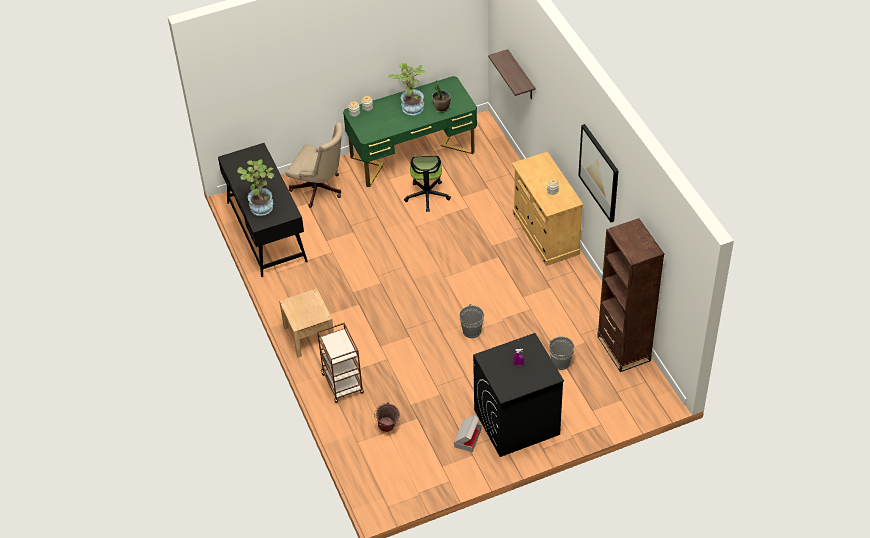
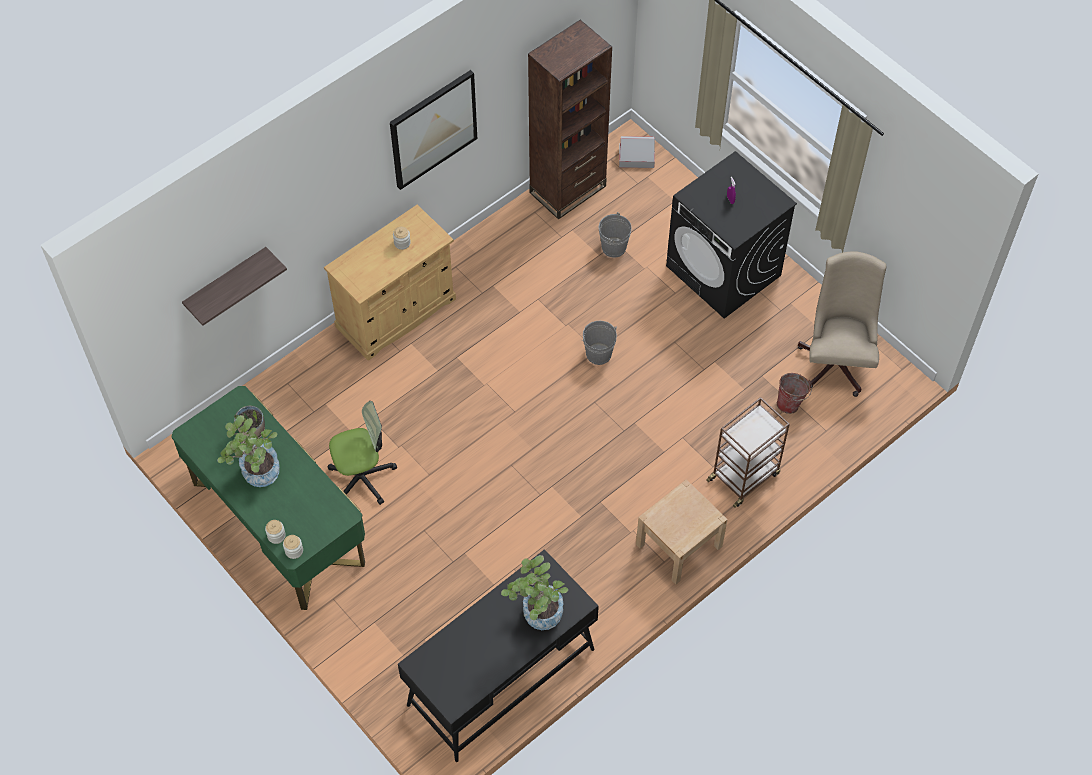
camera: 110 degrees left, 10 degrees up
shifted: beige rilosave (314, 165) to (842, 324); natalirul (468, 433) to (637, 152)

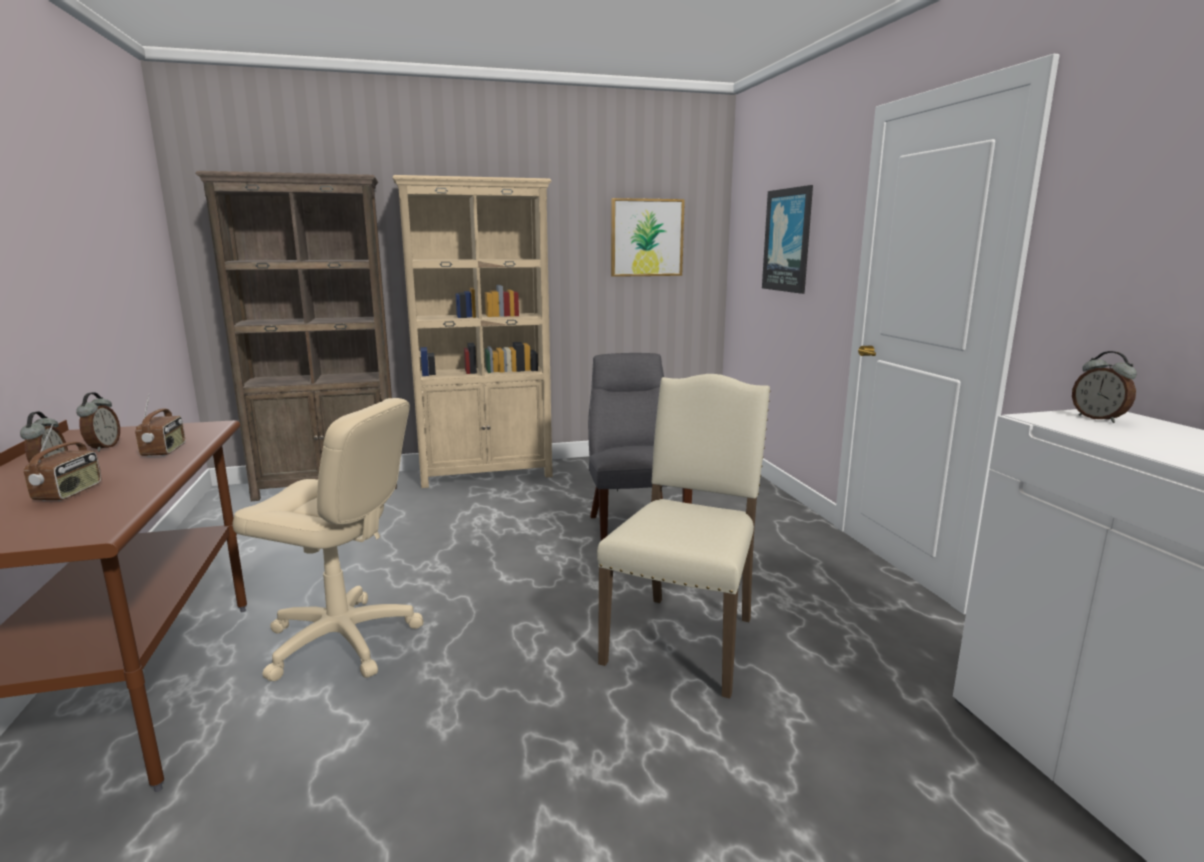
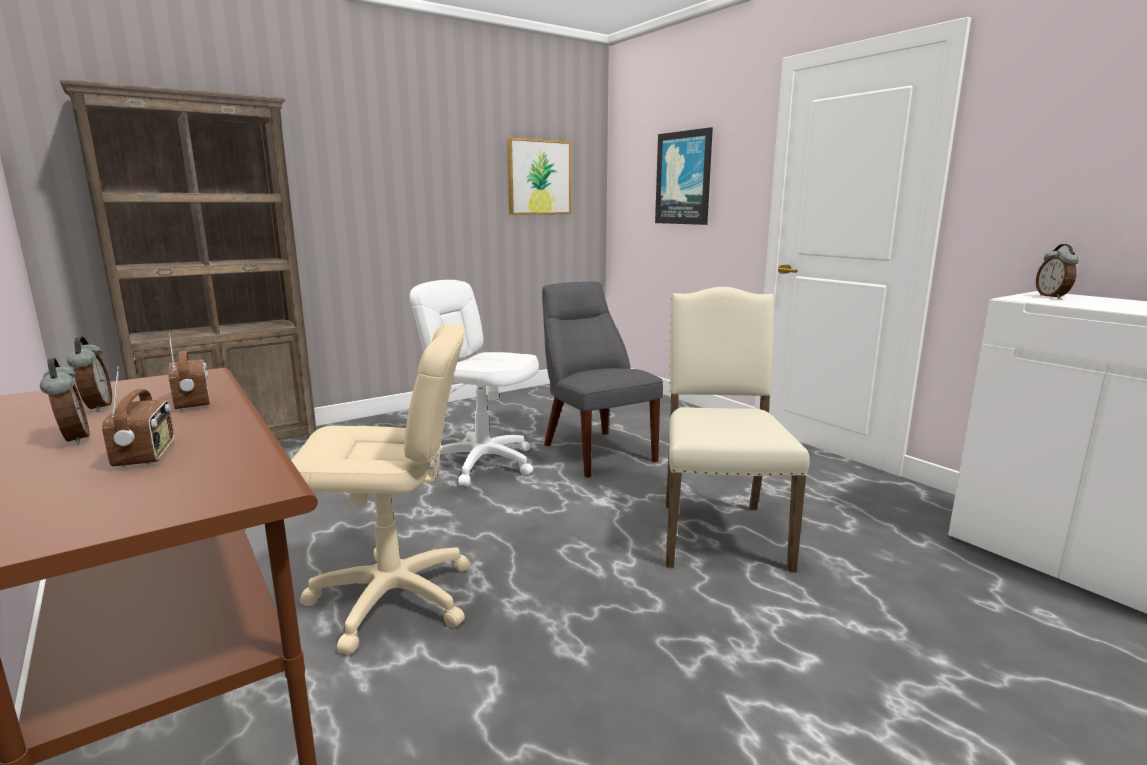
camera: 20 degrees left, 0 degrees up
gone: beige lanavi (473, 331)
new: white rilosave (474, 383)
rotated: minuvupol (1104, 387) = (1057, 271) 45 degrees clockwise

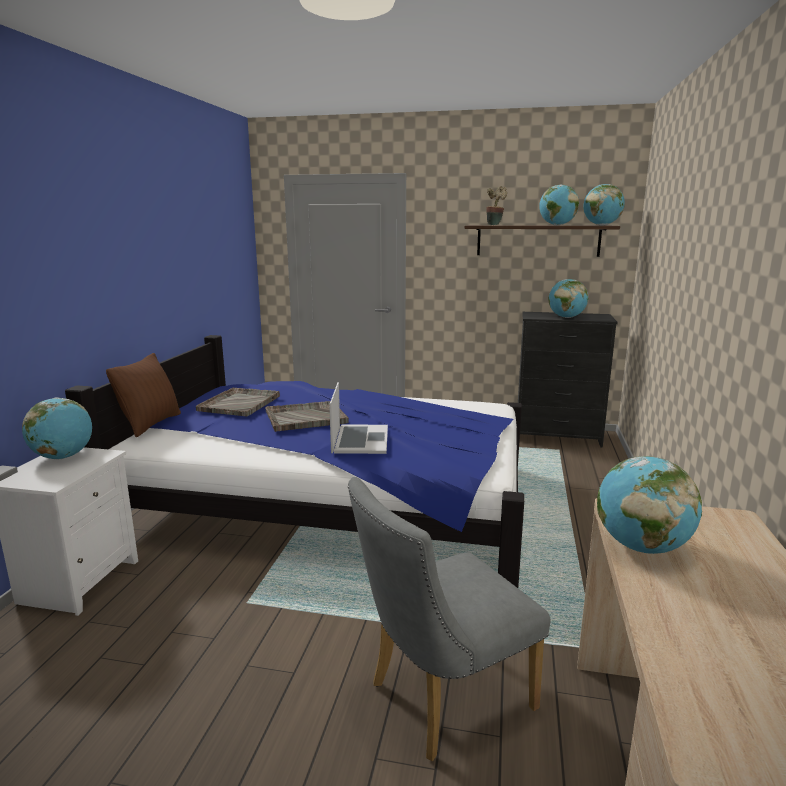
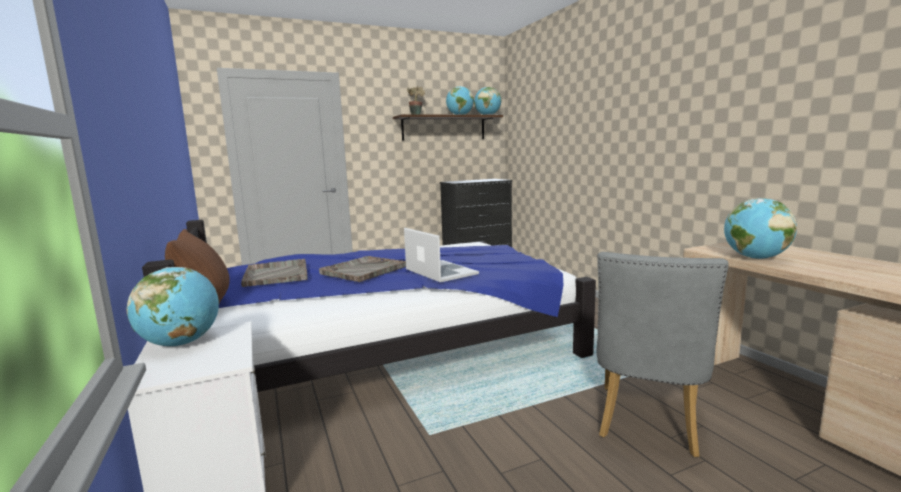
camera: 35 degrees left, 5 degrees down
gone: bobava (568, 298)

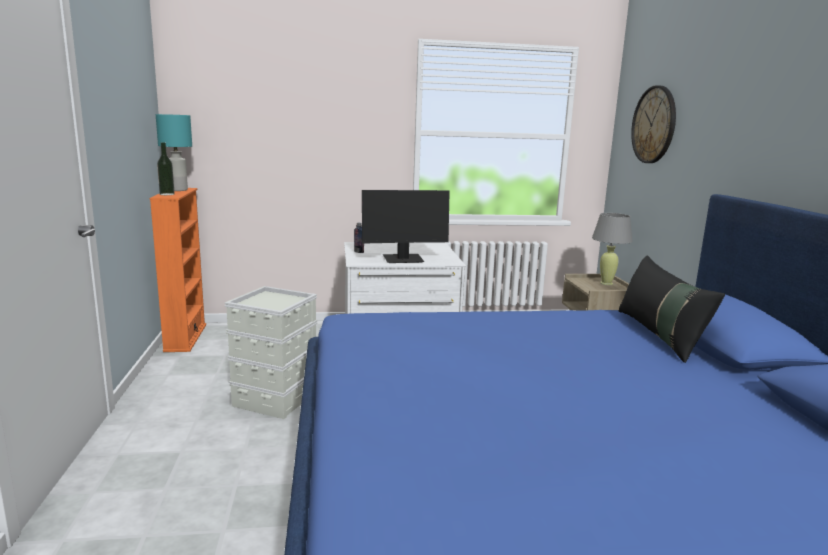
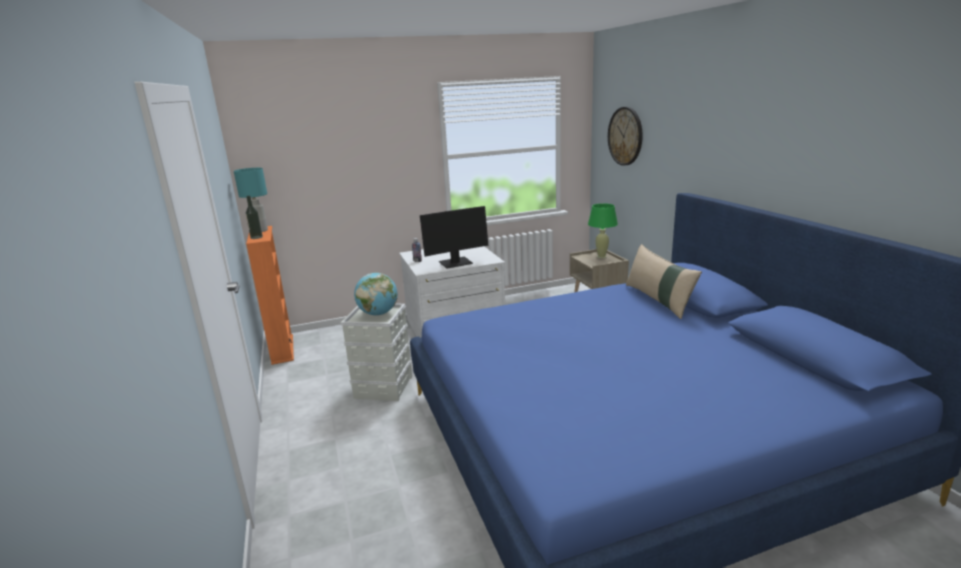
camera: 10 degrees left, 5 degrees up
new: bobava (376, 294)
repainted: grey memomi (612, 249) to green memomi (603, 230); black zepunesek (672, 309) to beige zepunesek (664, 281)

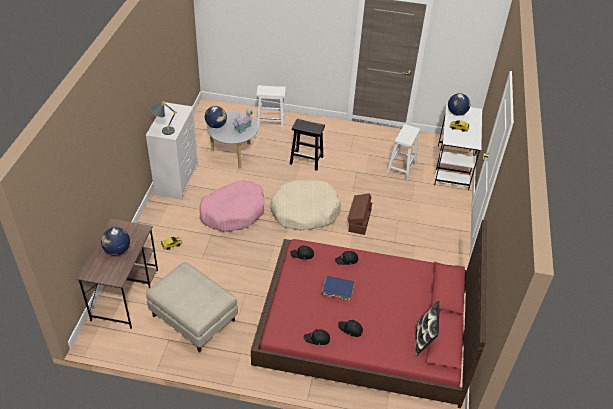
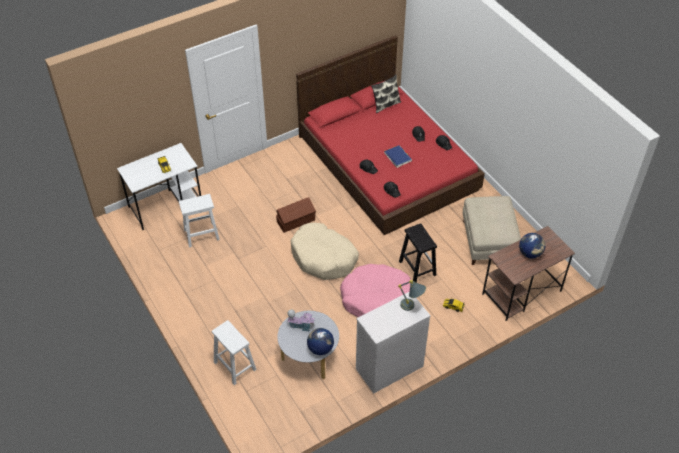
camera: 130 degrees left, 5 degrees up
gone: bobava (459, 104)
shifted: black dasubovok (307, 145) to (418, 253)

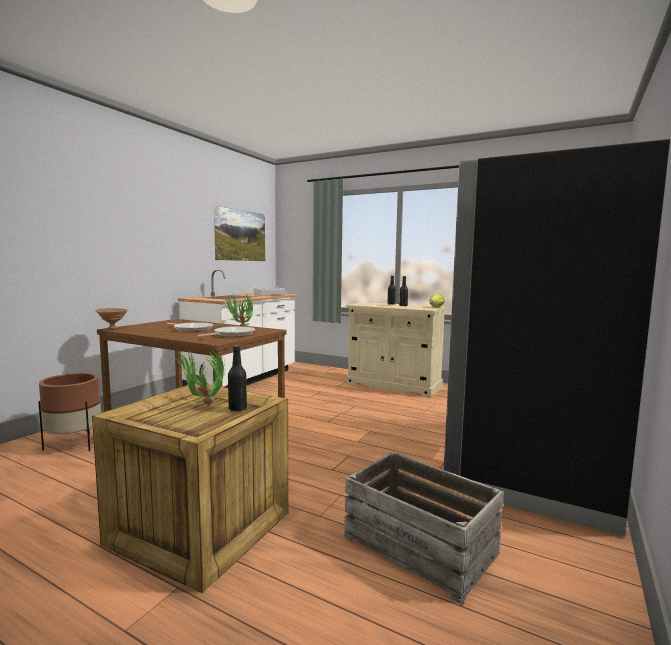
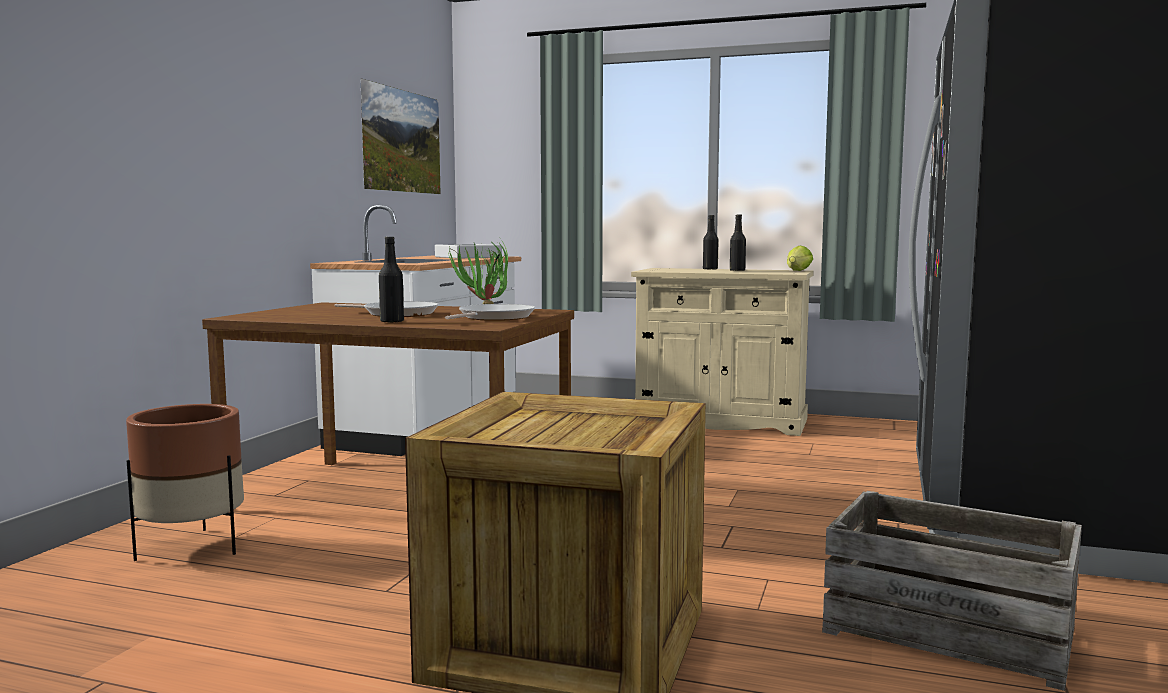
camera: 10 degrees left, 0 degrees up
gone: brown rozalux (112, 318); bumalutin (200, 376)
shifted: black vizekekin (237, 378) to (391, 280)

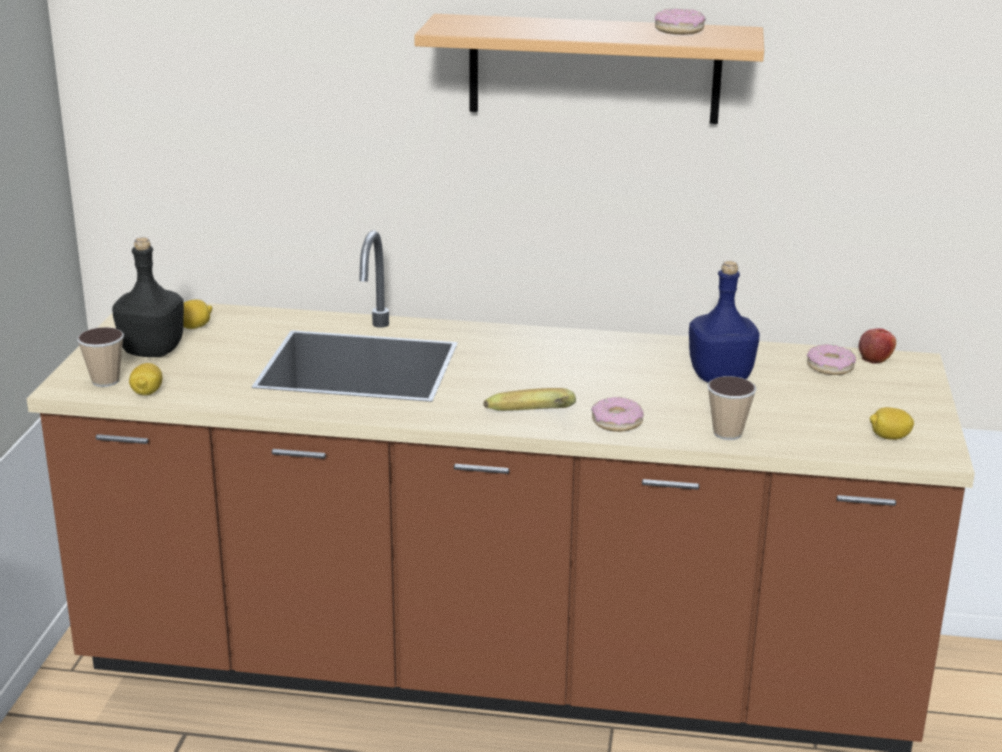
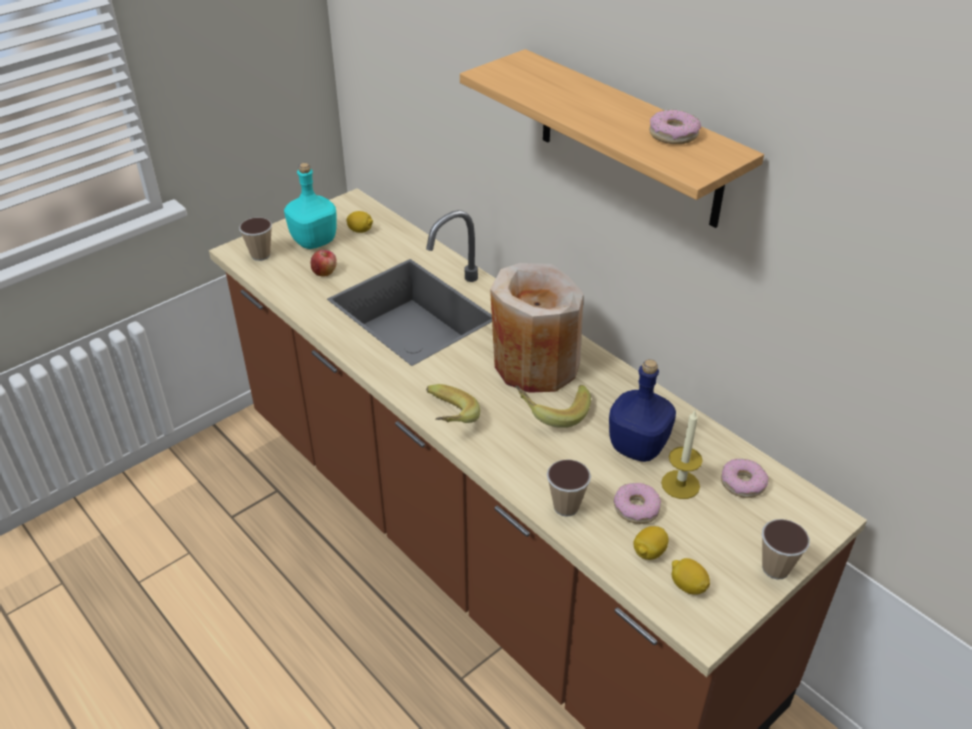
camera: 40 degrees right, 15 degrees up
new: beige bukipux (537, 328); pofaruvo (553, 406); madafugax (682, 455); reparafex (786, 549)
shifted: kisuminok (877, 346) to (324, 263); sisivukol (145, 379) to (650, 543); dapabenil (617, 414) to (637, 503)
repainted: black vizekekin (148, 297) to turquoise vizekekin (310, 206)

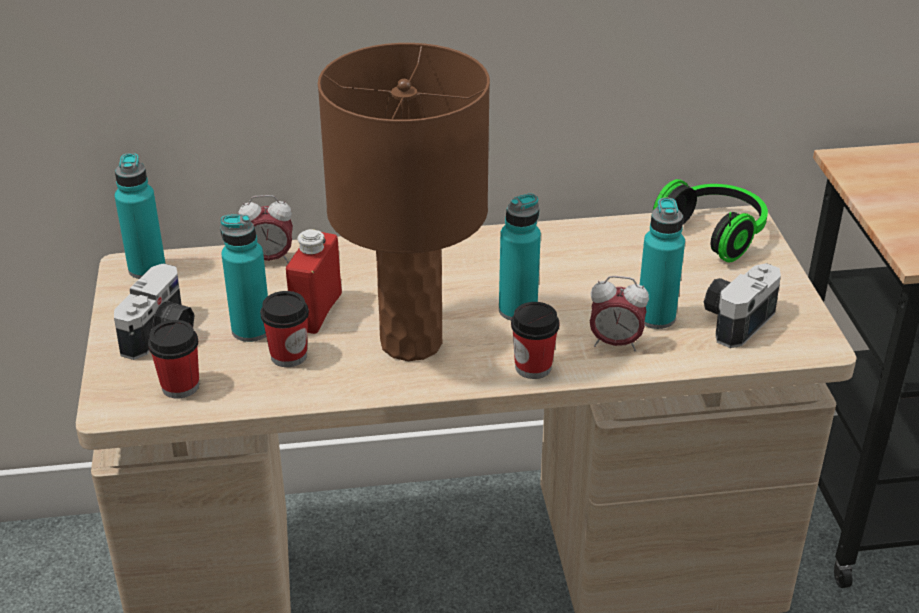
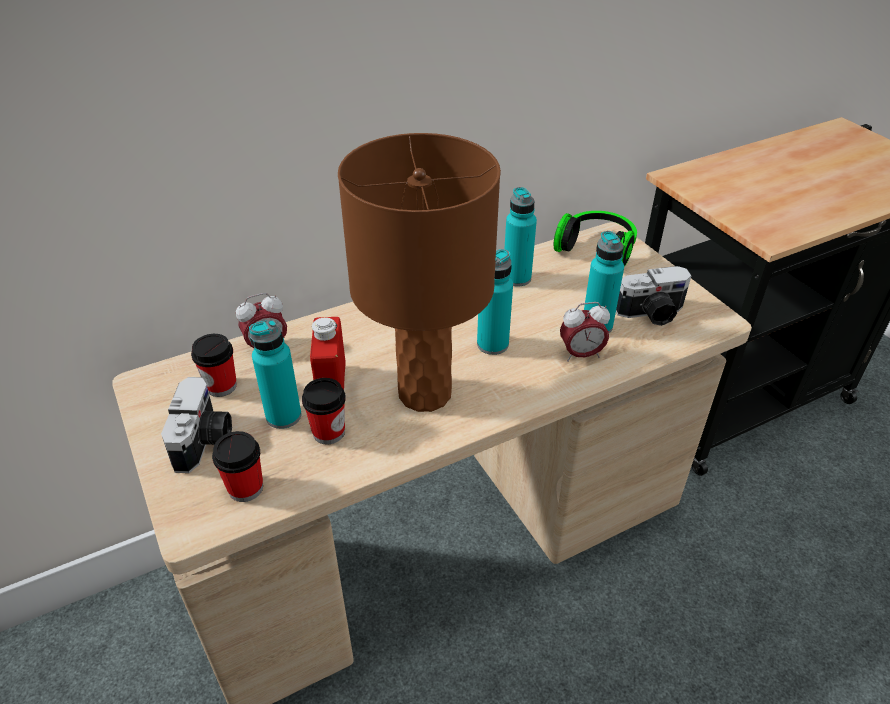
camera: 20 degrees left, 5 degrees up
shifted: turquoise vizekekin (140, 216) to (520, 237); reparafex (535, 340) to (214, 365)
rotated: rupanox (742, 305) = (654, 296) 120 degrees counterclockwise

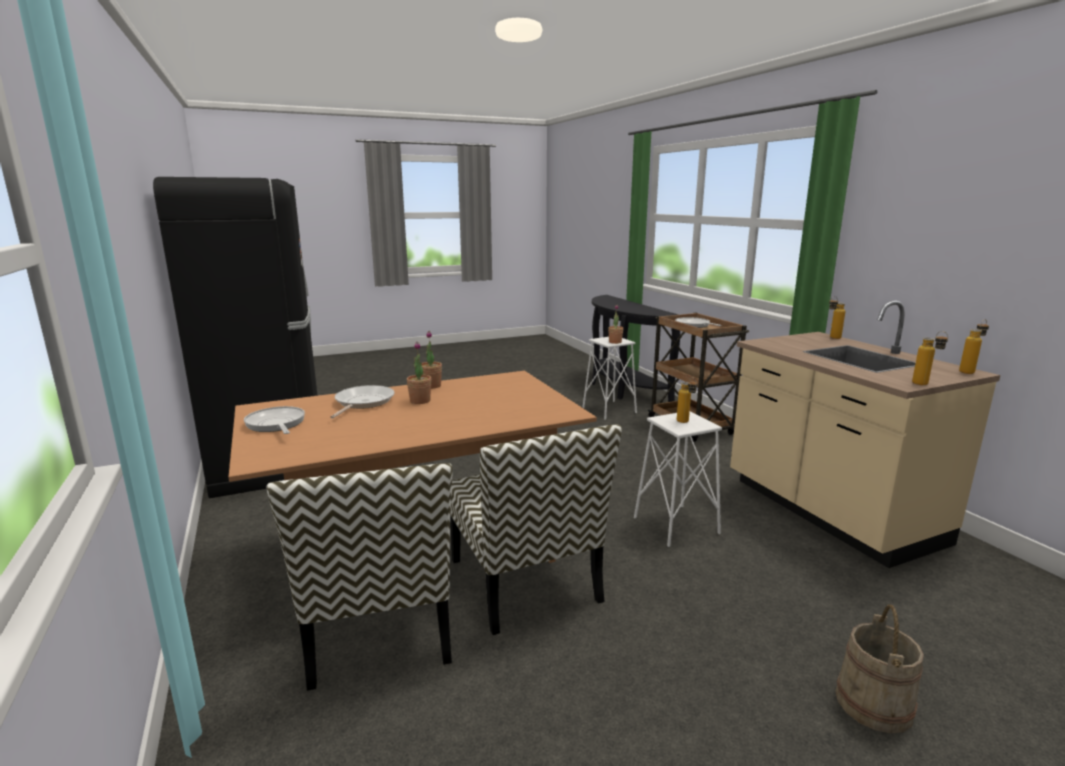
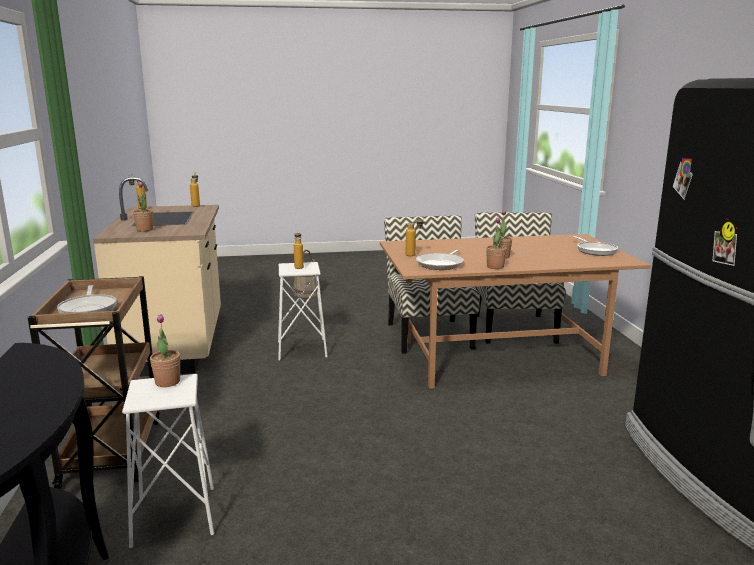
camera: 165 degrees left, 0 degrees up
new: bumalutin (143, 207)
shifted: vizekekin (837, 317) to (415, 236); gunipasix (362, 401) to (440, 259)

